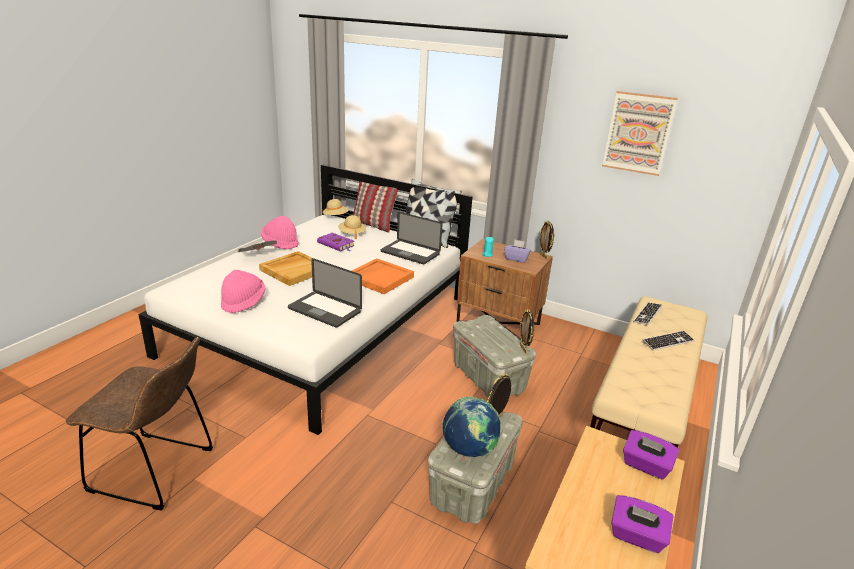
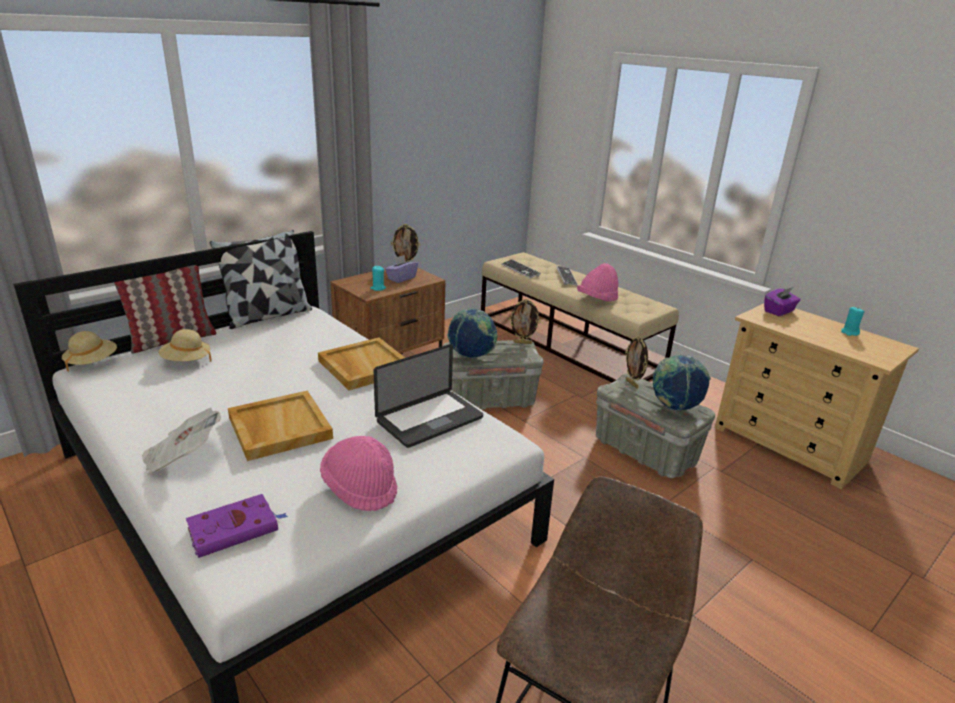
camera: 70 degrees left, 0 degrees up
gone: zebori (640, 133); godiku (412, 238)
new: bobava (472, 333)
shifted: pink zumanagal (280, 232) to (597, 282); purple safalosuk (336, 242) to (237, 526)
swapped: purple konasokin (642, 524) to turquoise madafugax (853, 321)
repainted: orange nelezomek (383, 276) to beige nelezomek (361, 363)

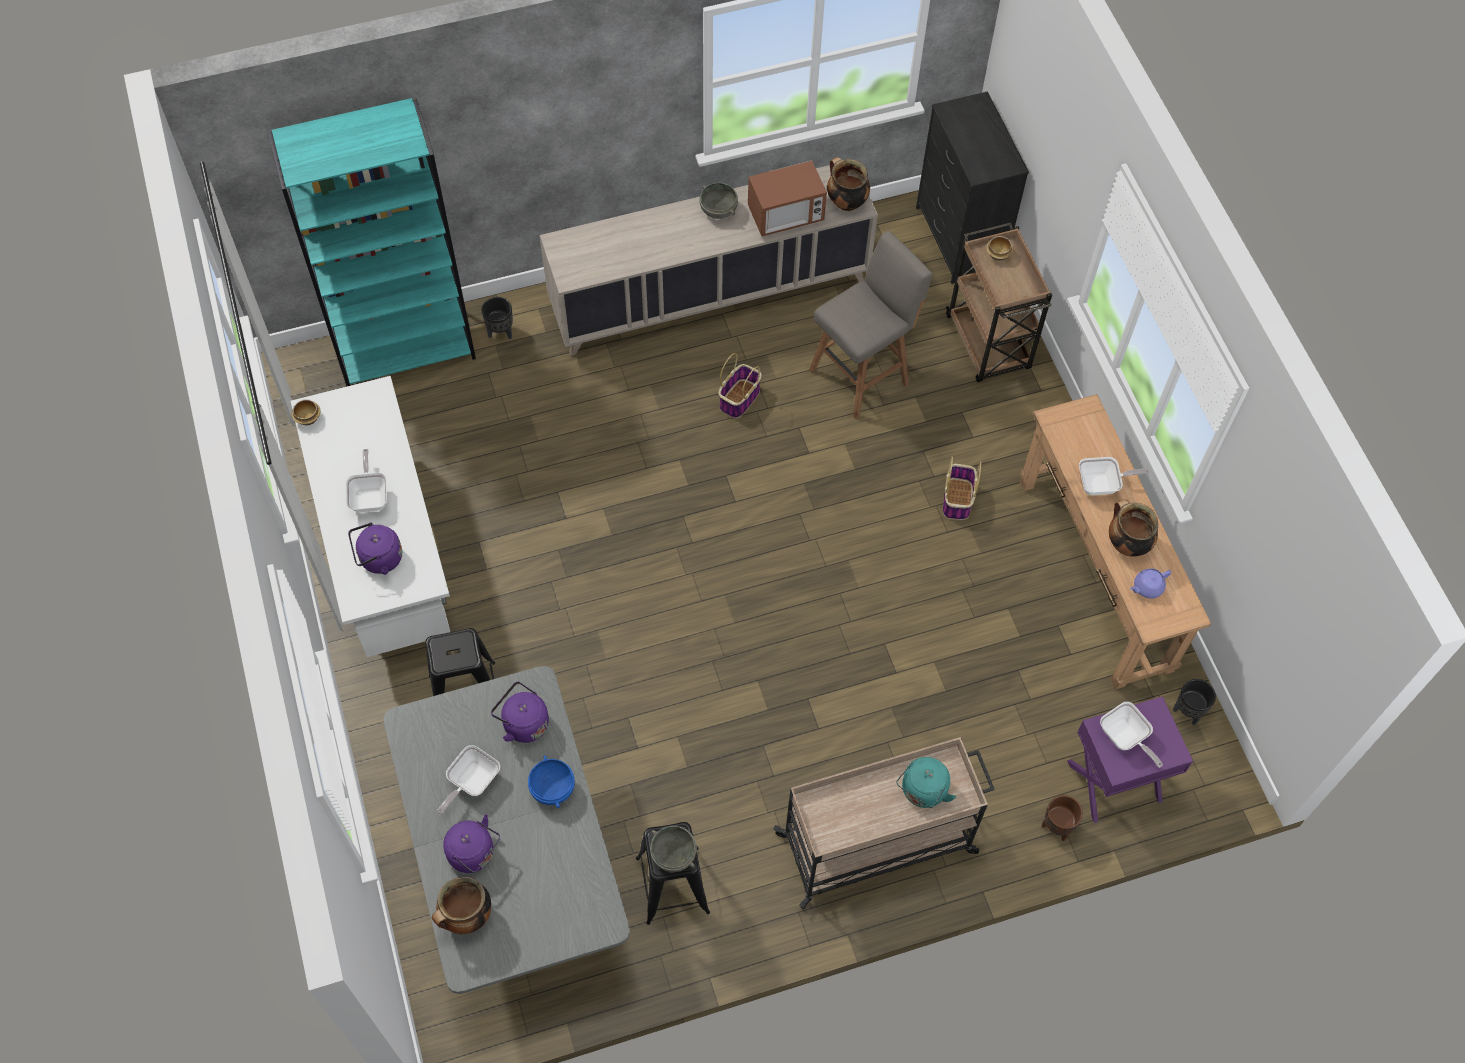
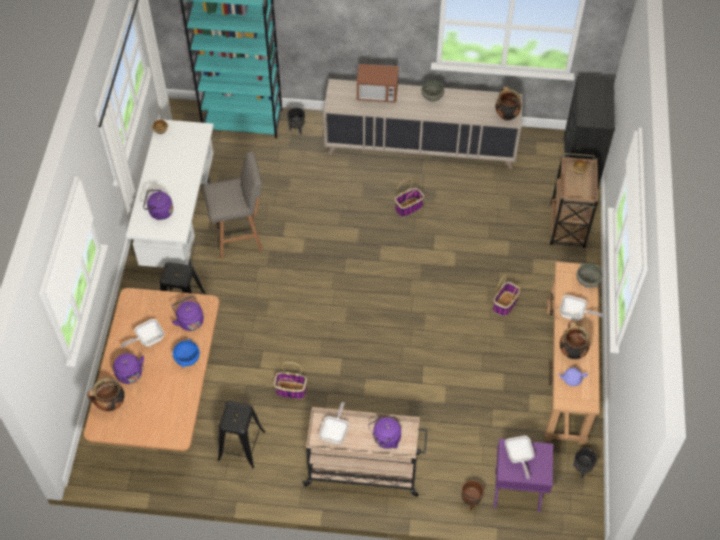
camera: 25 degrees right, 5 degrees down
new: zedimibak (290, 380)
shifted: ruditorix (787, 198) to (378, 83); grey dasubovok (870, 325) to (233, 205); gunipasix (366, 480) to (334, 423); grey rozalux (673, 849) to (590, 275)
repainted: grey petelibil (507, 830) to brown petelibil (151, 369); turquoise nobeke (926, 782) to purple nobeke (384, 433)

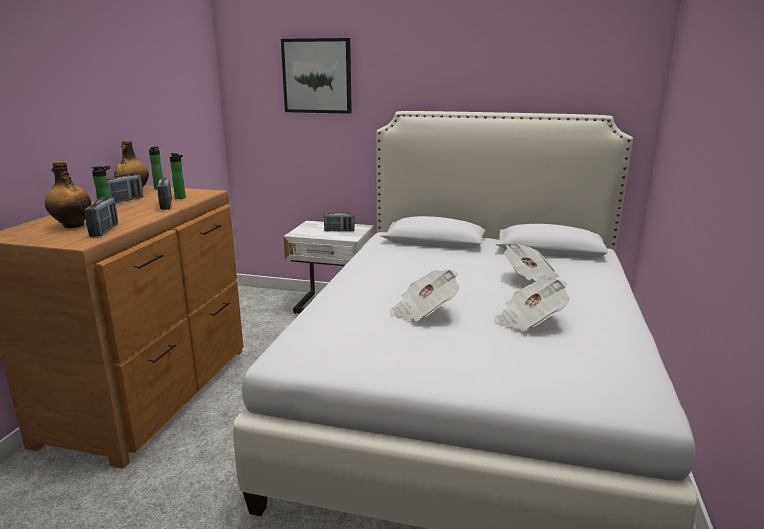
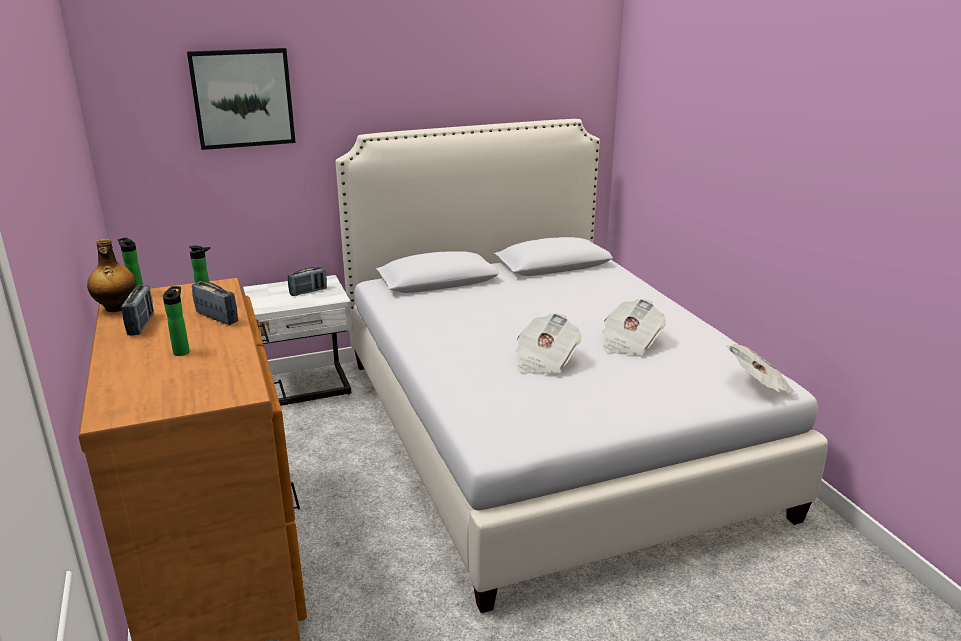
camera: 35 degrees left, 5 degrees up
gone: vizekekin (68, 194); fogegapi (101, 217)
shifted: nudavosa (531, 261) to (762, 369)

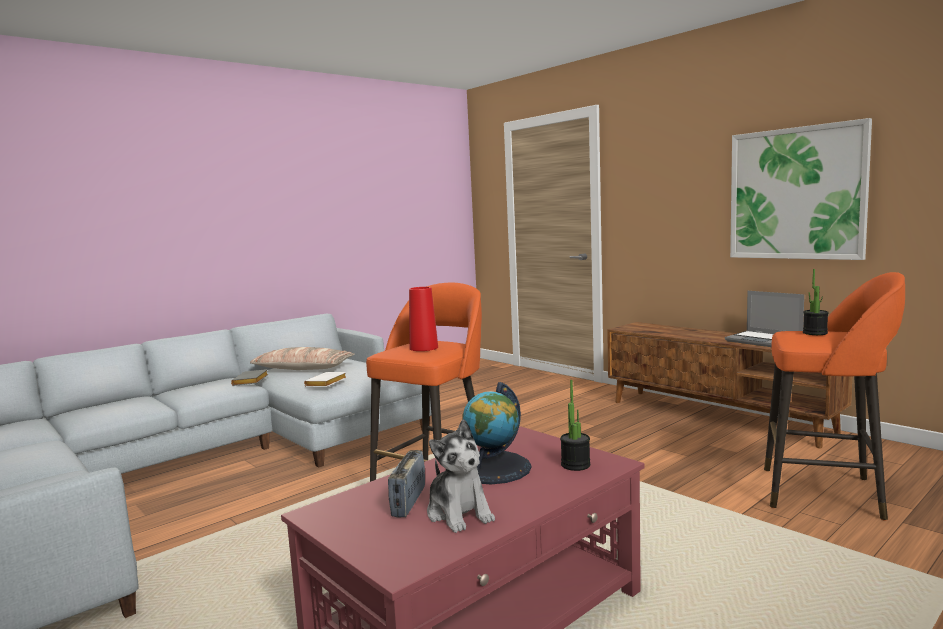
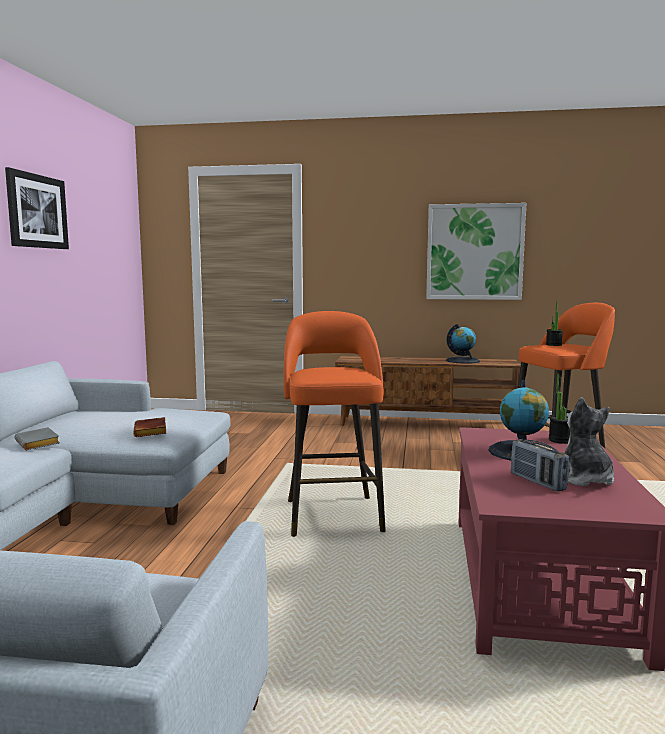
camera: 40 degrees left, 0 degrees up
gone: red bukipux (423, 319); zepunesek (302, 358)
new: zebori (37, 208)
swapped: godiku (764, 319) to bobava (463, 344)
repainted: white safalosuk (325, 379) to brown safalosuk (149, 427)
rotated: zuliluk (461, 476) = (589, 441) 120 degrees counterclockwise

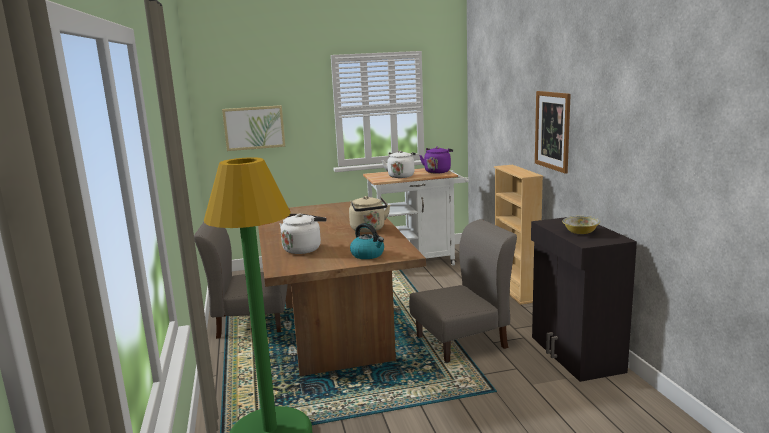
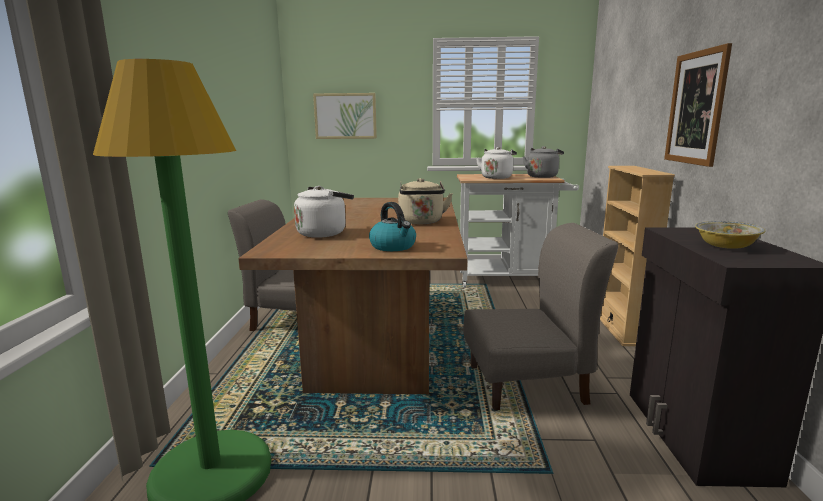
camera: 15 degrees right, 0 degrees up
repainted: purple nobeke (436, 160) to grey nobeke (543, 162)

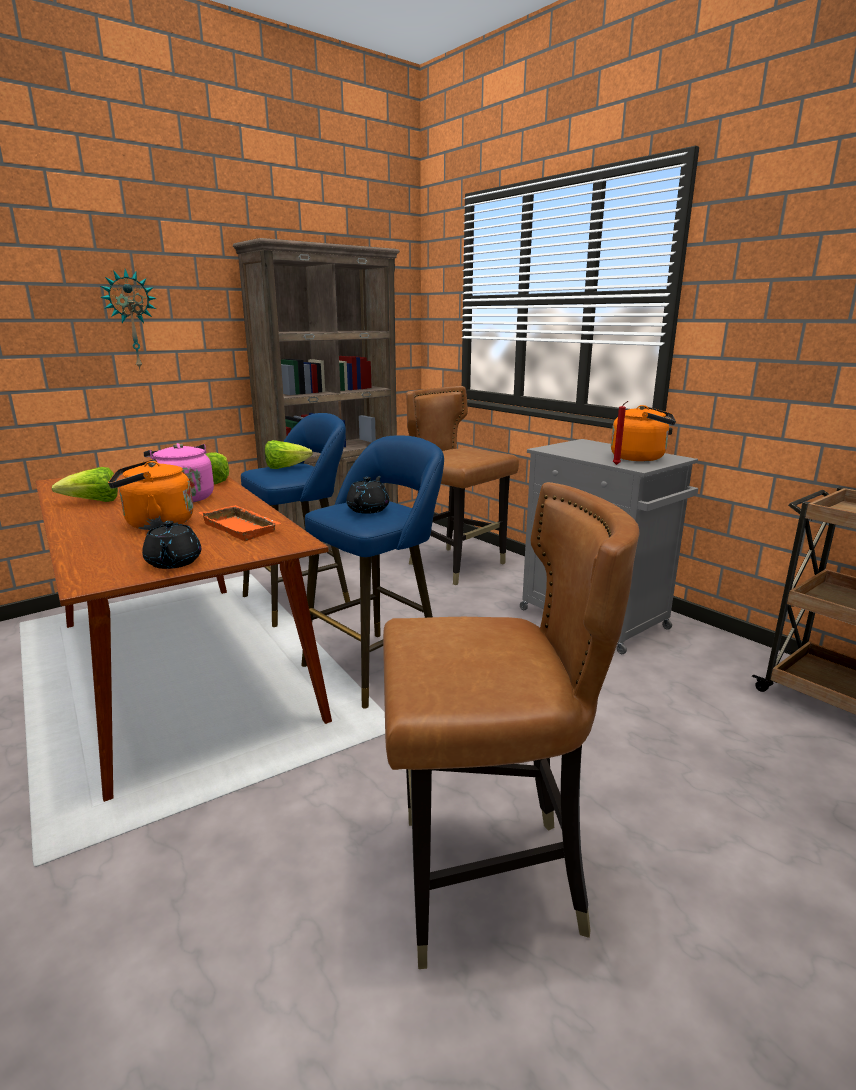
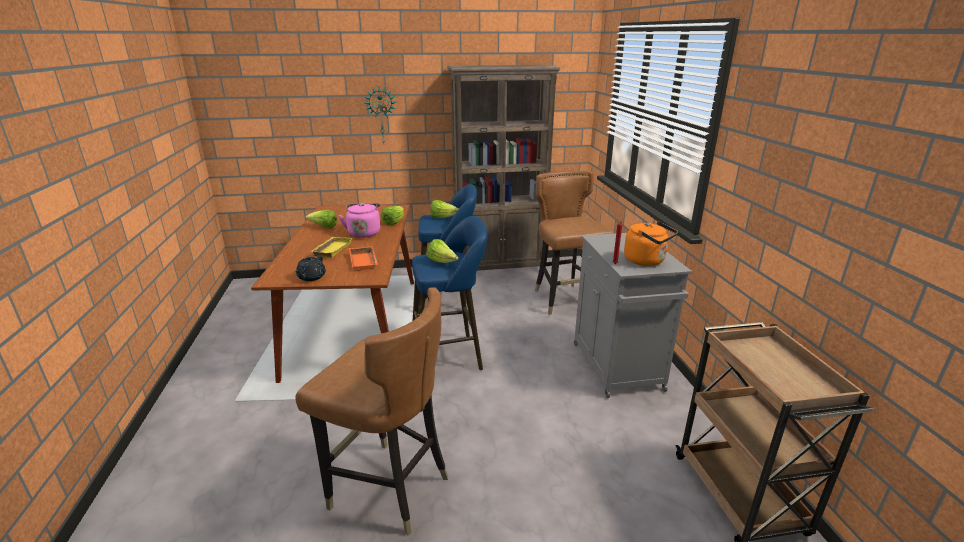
camera: 30 degrees right, 5 degrees up
swapped: orange nobeke (150, 494) to yellow nelezomek (332, 247); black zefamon (367, 495) to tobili (442, 251)

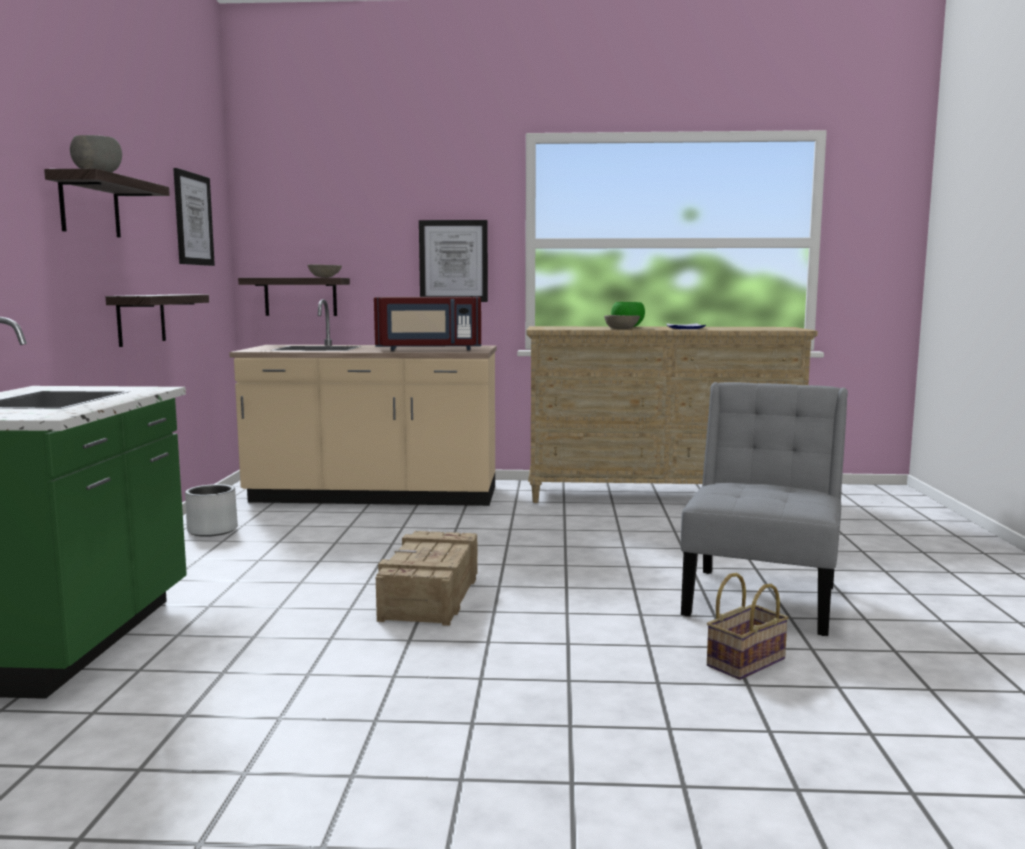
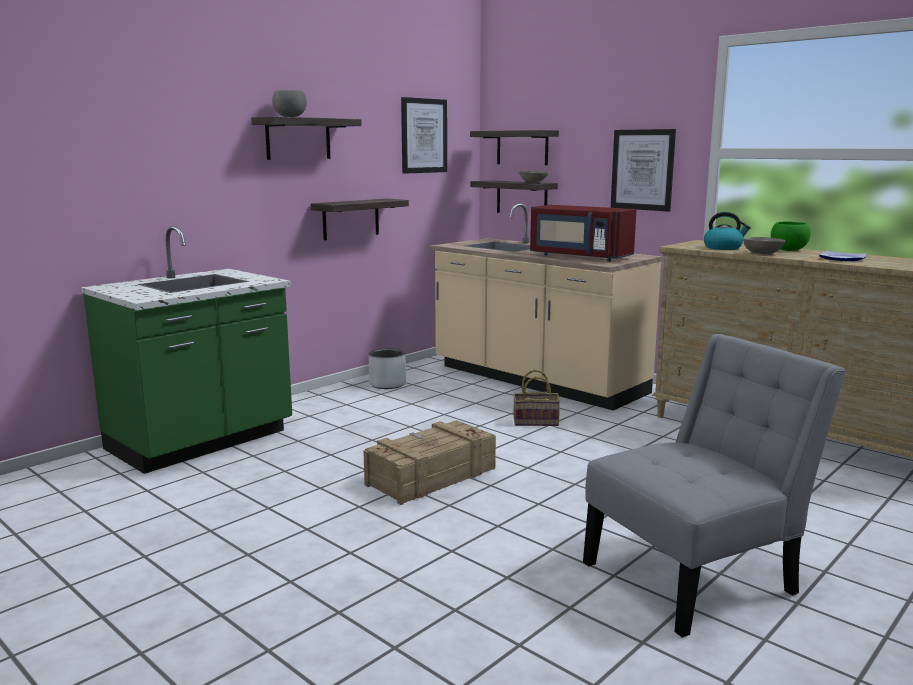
camera: 40 degrees right, 5 degrees up
new: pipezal (514, 147); nobeke (727, 231)
shifted: zedimibak (748, 626) to (537, 398)

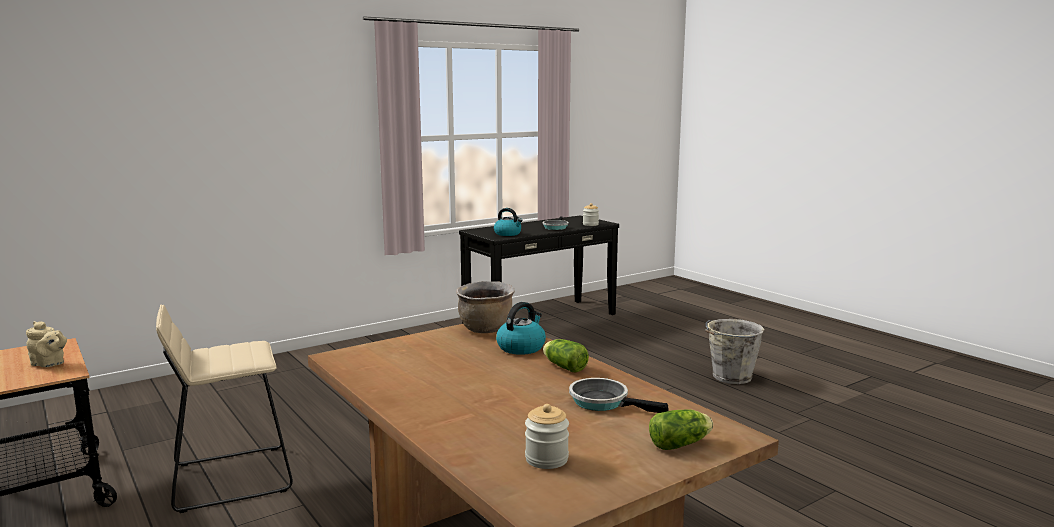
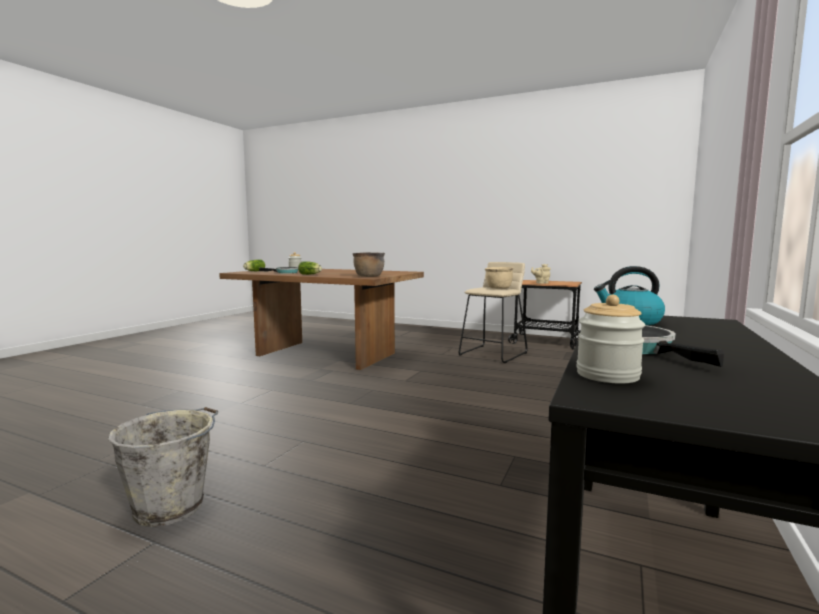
camera: 150 degrees right, 5 degrees down
gone: nobeke (521, 328)
new: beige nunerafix (499, 278)

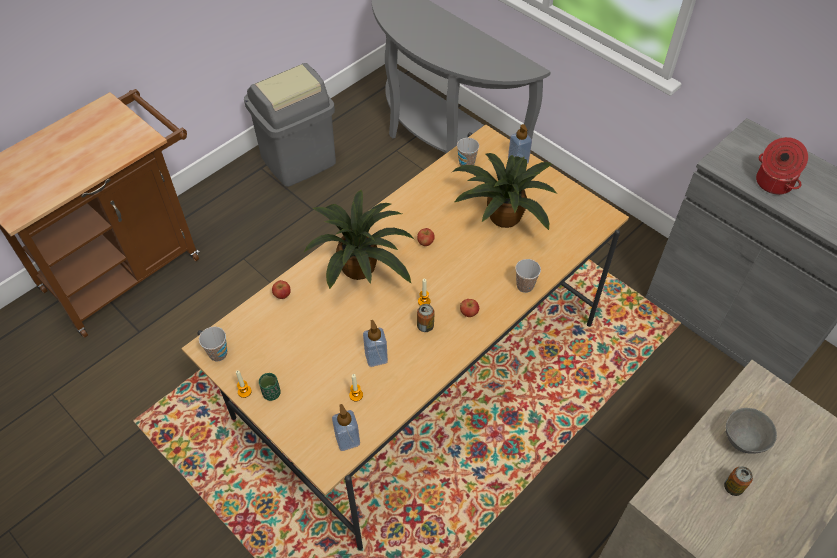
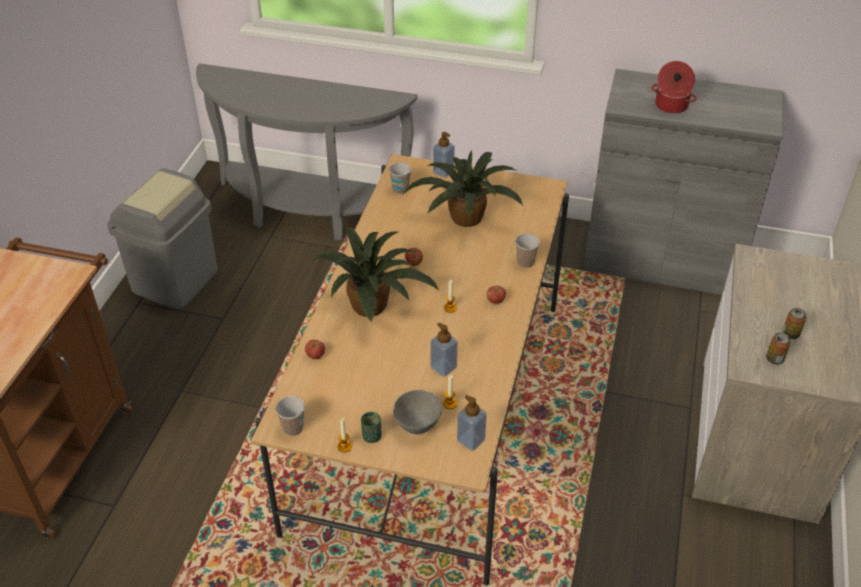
camera: 30 degrees left, 10 degrees down
shifted: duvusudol (426, 318) to (778, 348); grey rozalux (751, 431) to (417, 412)

